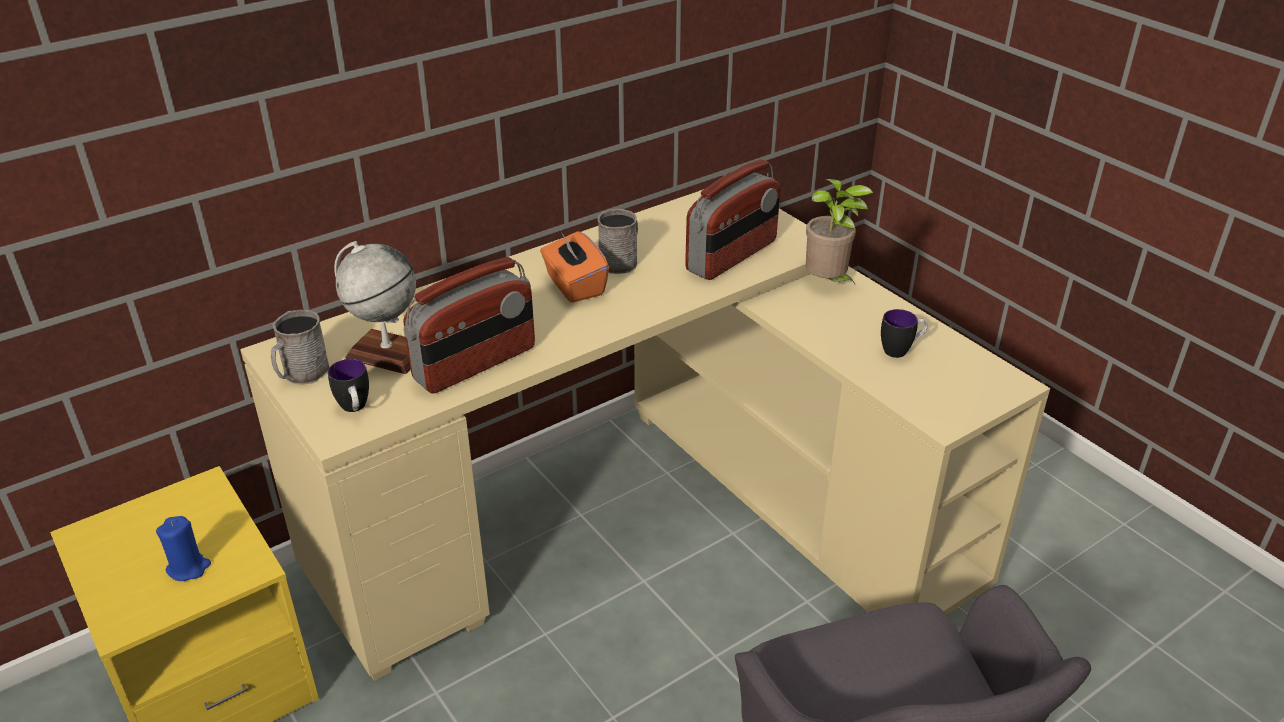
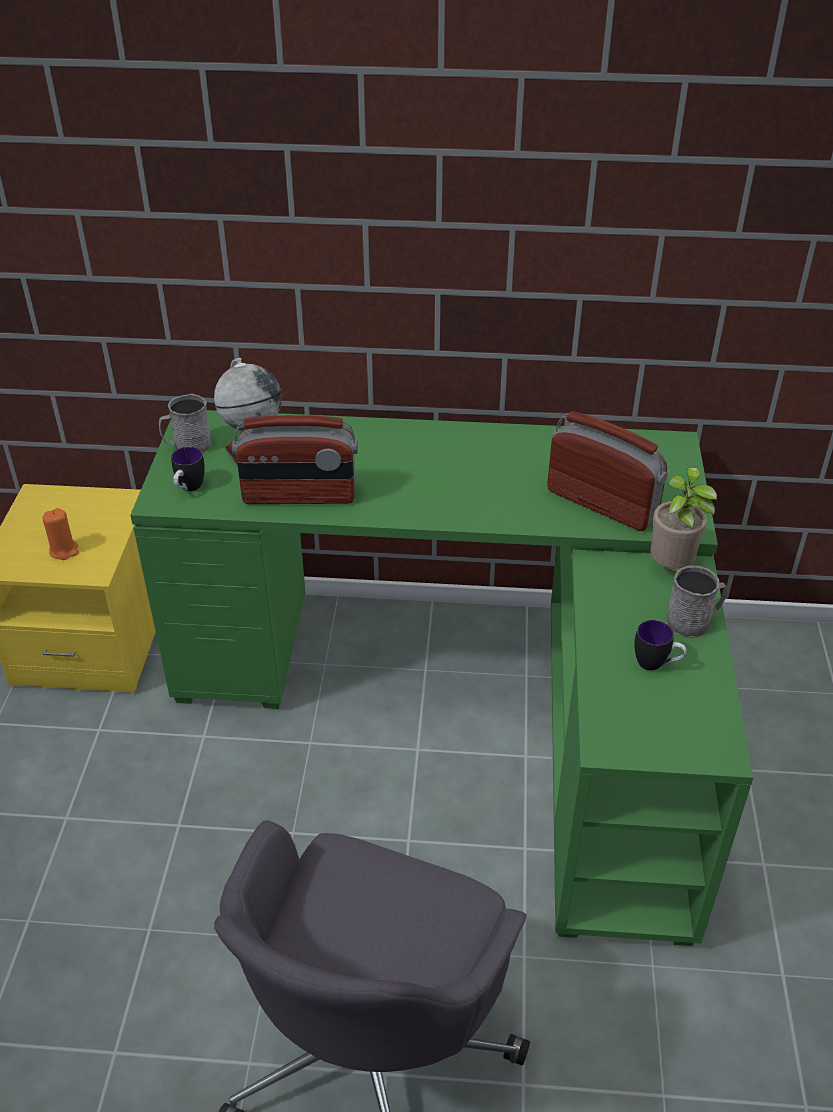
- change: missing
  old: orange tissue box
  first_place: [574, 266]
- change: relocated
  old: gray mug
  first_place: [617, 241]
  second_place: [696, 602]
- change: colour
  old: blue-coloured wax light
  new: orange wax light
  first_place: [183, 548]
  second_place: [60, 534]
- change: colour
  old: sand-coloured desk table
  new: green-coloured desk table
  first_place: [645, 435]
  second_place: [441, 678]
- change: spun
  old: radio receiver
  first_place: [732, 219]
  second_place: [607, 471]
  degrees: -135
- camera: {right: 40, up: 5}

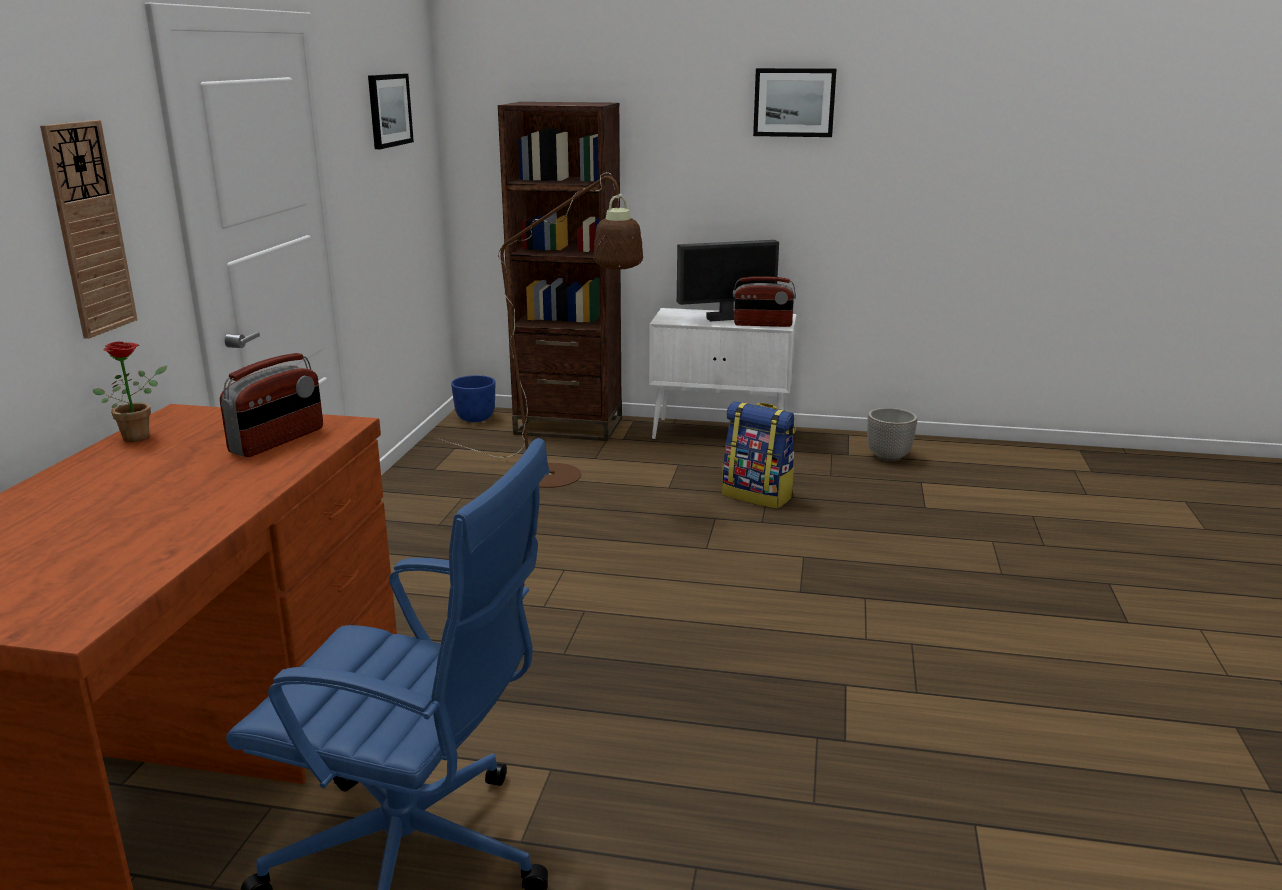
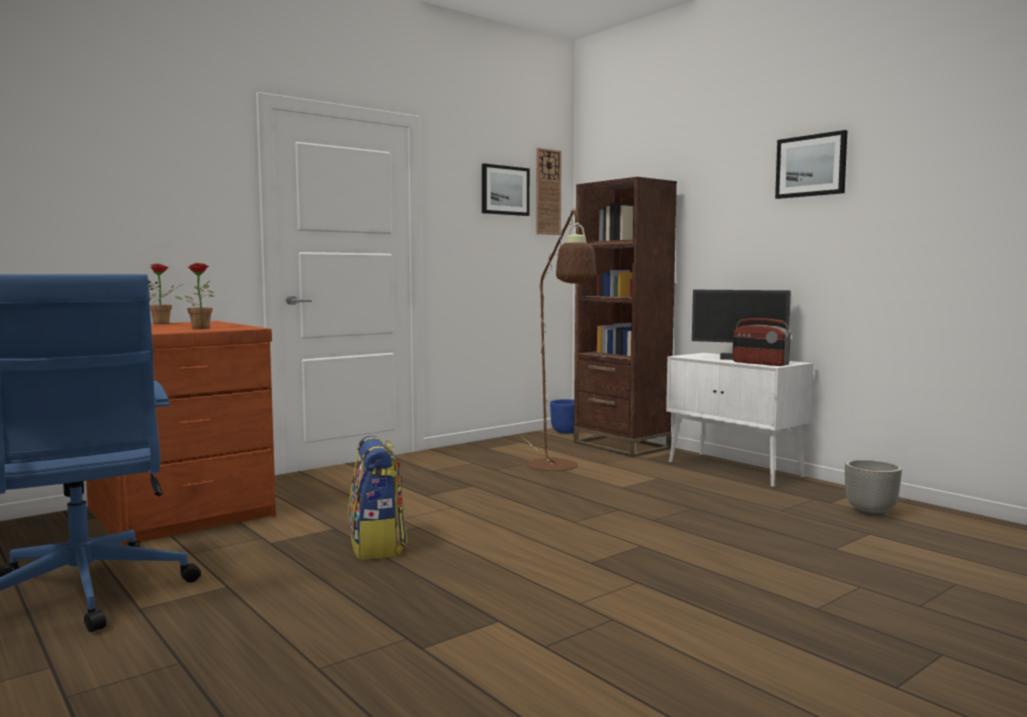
- change: relocated
  old: wall clock
  first_place: [89, 229]
  second_place: [549, 191]
- change: relocated
  old: backpack
  first_place: [759, 455]
  second_place: [377, 498]
- change: exchanged
  old: radio receiver
  new: houseplant
  first_place: [271, 405]
  second_place: [195, 296]
- camera: {right: 40, up: -15}

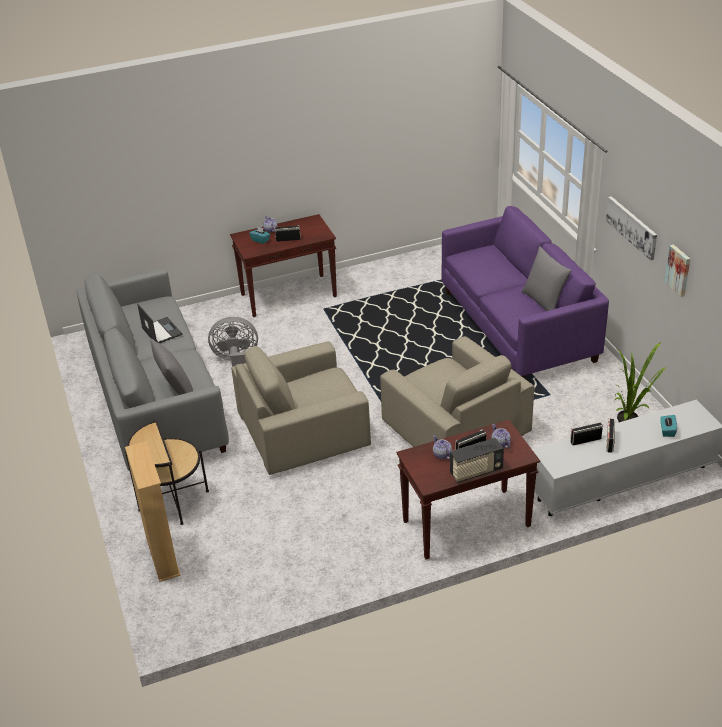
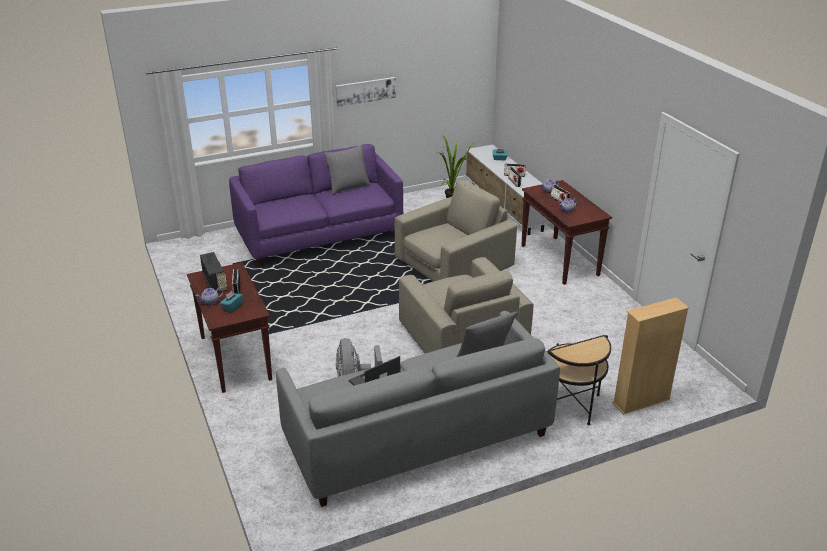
- change: missing
  old: wall art
  first_place: [677, 271]
- change: relocated
  old: radio receiver
  first_place: [477, 460]
  second_place: [213, 272]
- camera: {right: -95, up: -5}

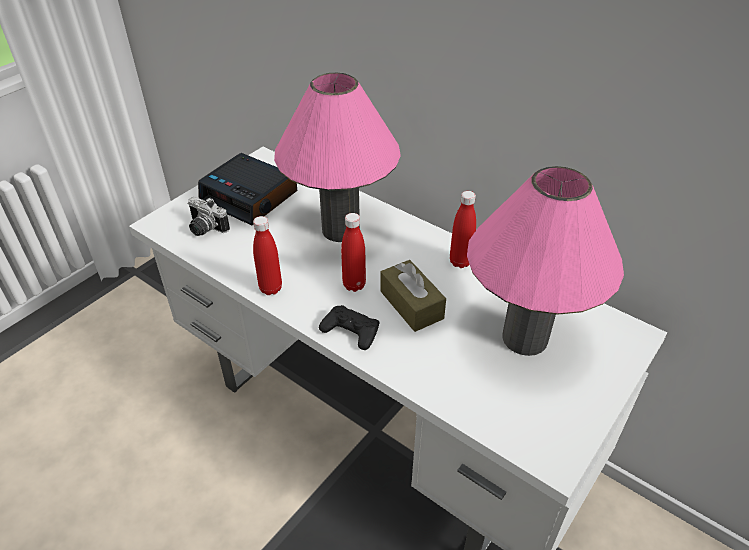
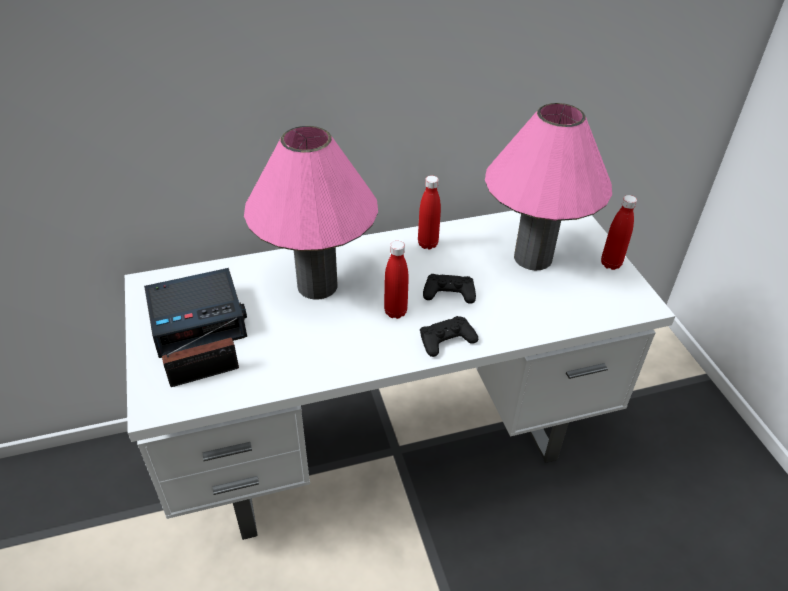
- change: relocated
  old: red bottle
  first_place: [267, 255]
  second_place: [619, 232]
- change: exchanged
  old: photo camera
  new: radio receiver
  first_place: [209, 216]
  second_place: [200, 352]
- change: exchanged
  old: brownish tissue box
  new: black game controller
  first_place: [413, 296]
  second_place: [449, 289]
- camera: {right: -55, up: 0}

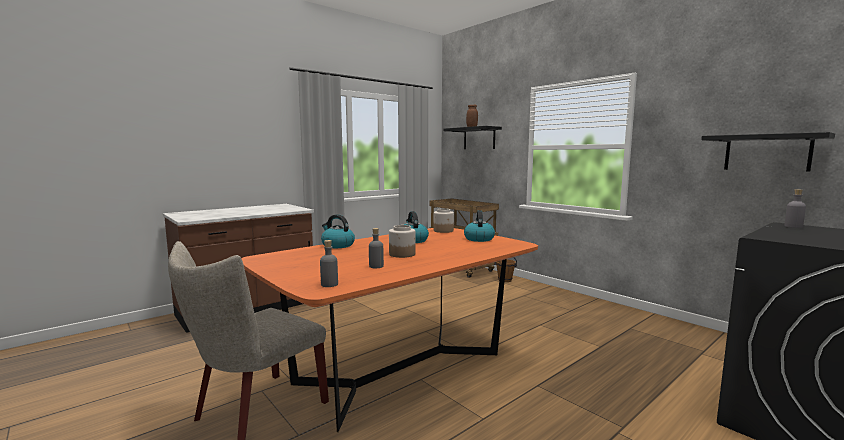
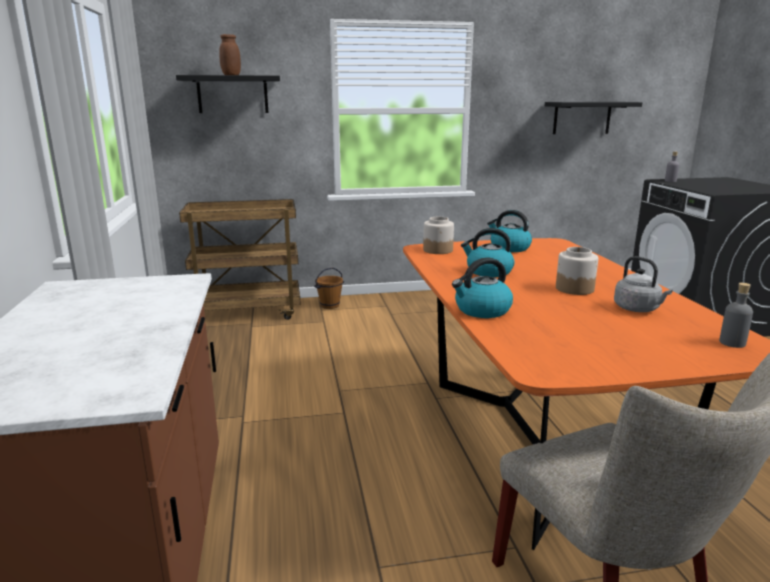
- change: exchanged
  old: gray bottle
  new: gray tea kettle
  first_place: [376, 248]
  second_place: [643, 284]
- camera: {right: -60, up: 10}

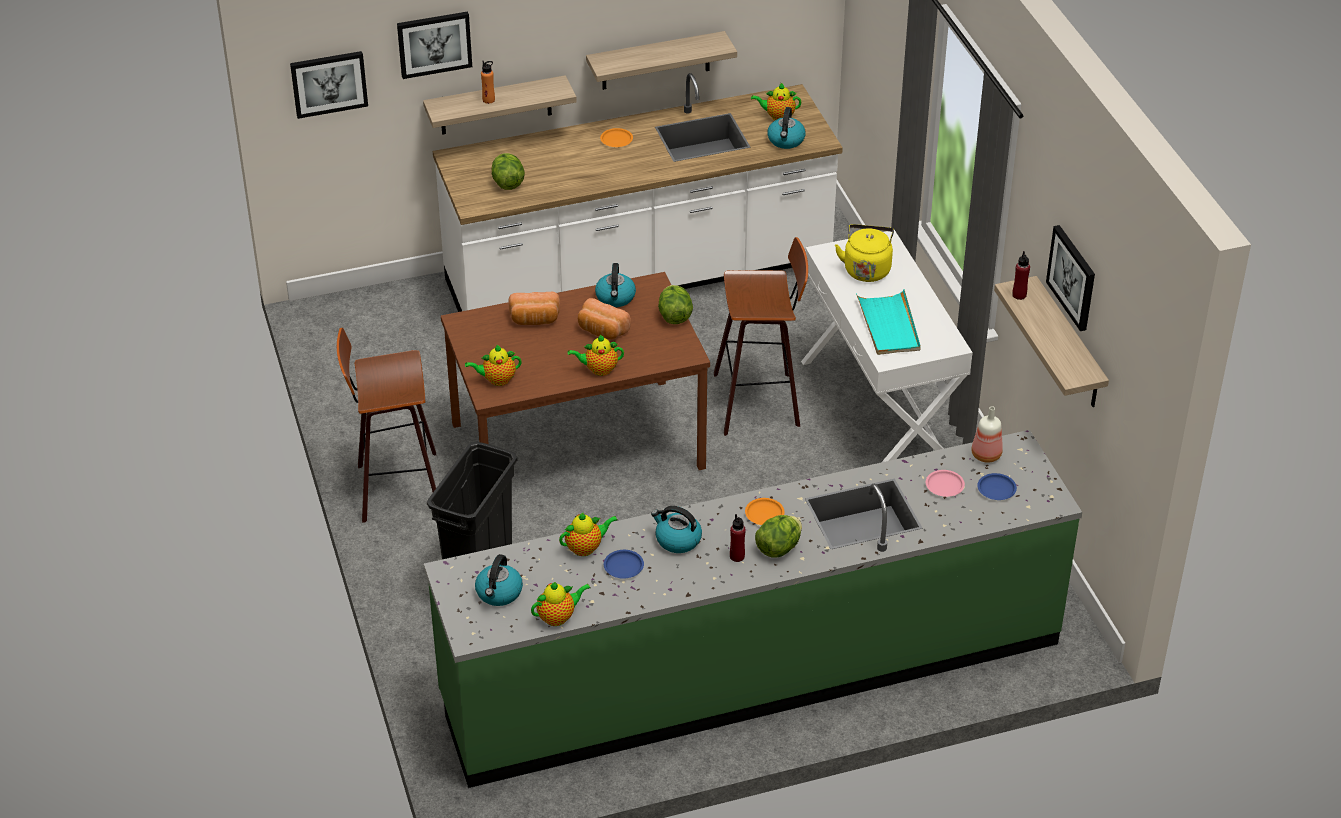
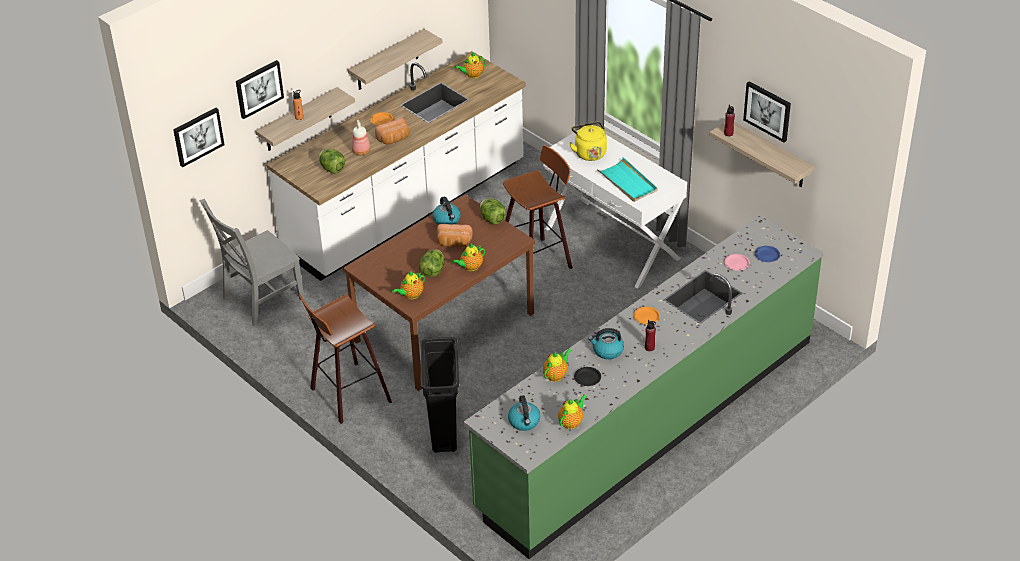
- change: missing
  old: tea kettle
  first_place: [786, 128]
- change: appeared
  new: gray chair
  second_place: [252, 263]
- change: relocated
  old: baked bread
  first_place: [534, 308]
  second_place: [392, 131]
- change: relocated
  old: head of lettuce
  first_place: [778, 536]
  second_place: [432, 263]
- change: relocated
  old: bottle
  first_place: [987, 434]
  second_place: [361, 137]
- change: colour
  old: blue-coloured flat dish
  new: black flat dish
  first_place: [624, 564]
  second_place: [587, 376]
- camera: {right: -25, up: 0}

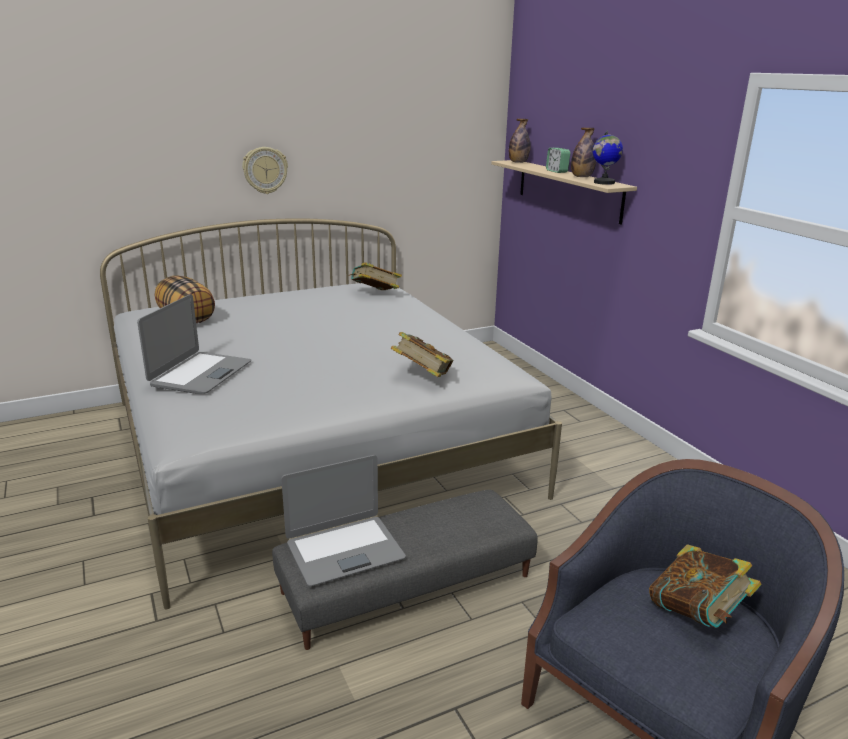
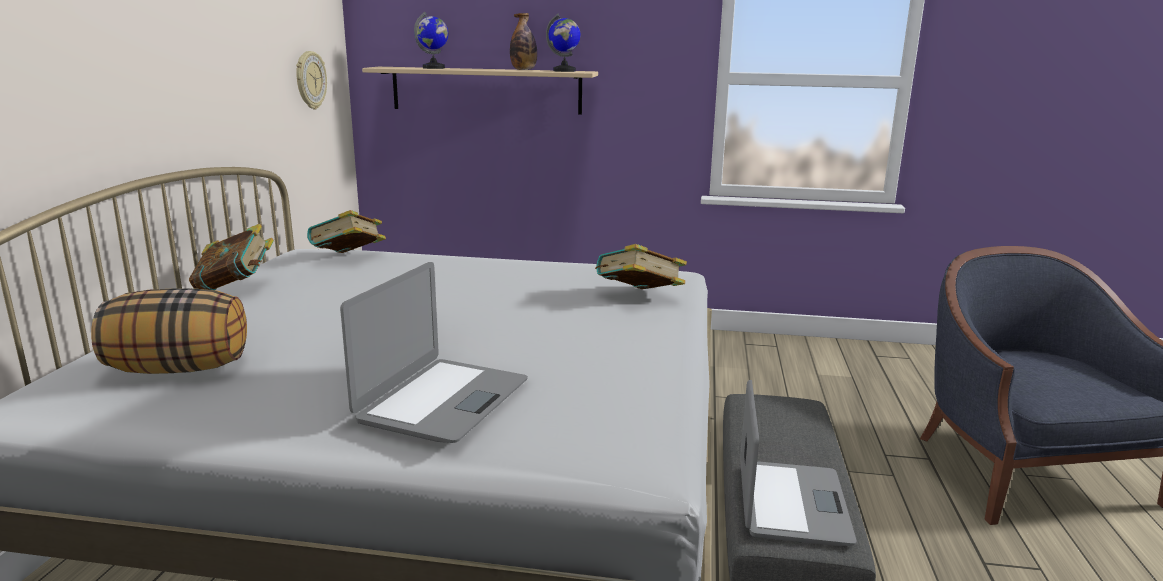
- change: missing
  old: bottle
  first_place: [520, 141]
- change: missing
  old: bedside clock
  first_place: [558, 160]
- change: appeared
  new: globe
  second_place: [431, 40]
- change: relocated
  old: wall clock
  first_place: [265, 170]
  second_place: [311, 80]
- change: relocated
  old: bound book
  first_place: [705, 586]
  second_place: [231, 257]
- change: spun
  old: notebook computer
  first_place: [194, 344]
  second_place: [434, 352]
  degrees: 60
- camera: {right: -55, up: -5}

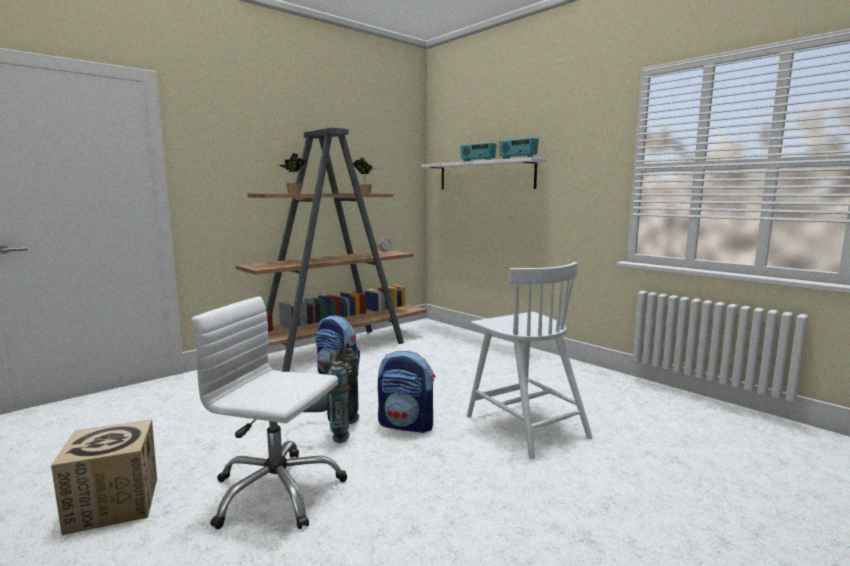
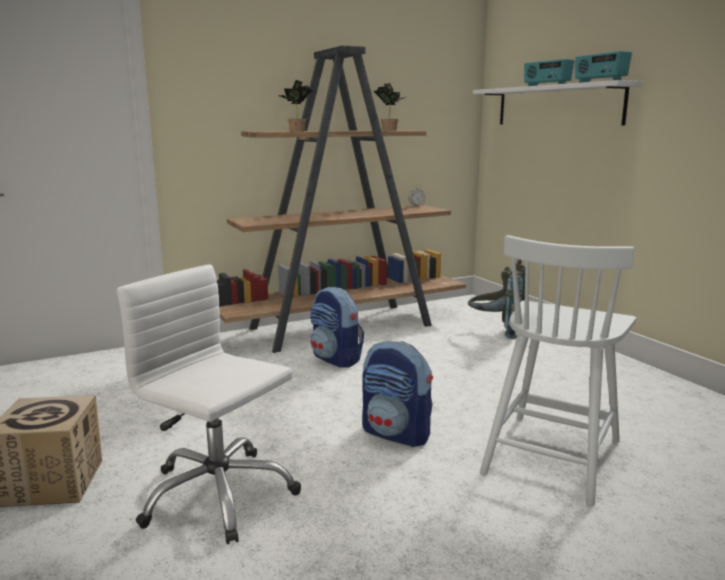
- change: relocated
  old: gray backpack
  first_place: [331, 392]
  second_place: [496, 299]
- change: spun
  old: white-coloured chair
  first_place: [530, 360]
  second_place: [558, 370]
  degrees: 45
- camera: {right: 15, up: 5}

